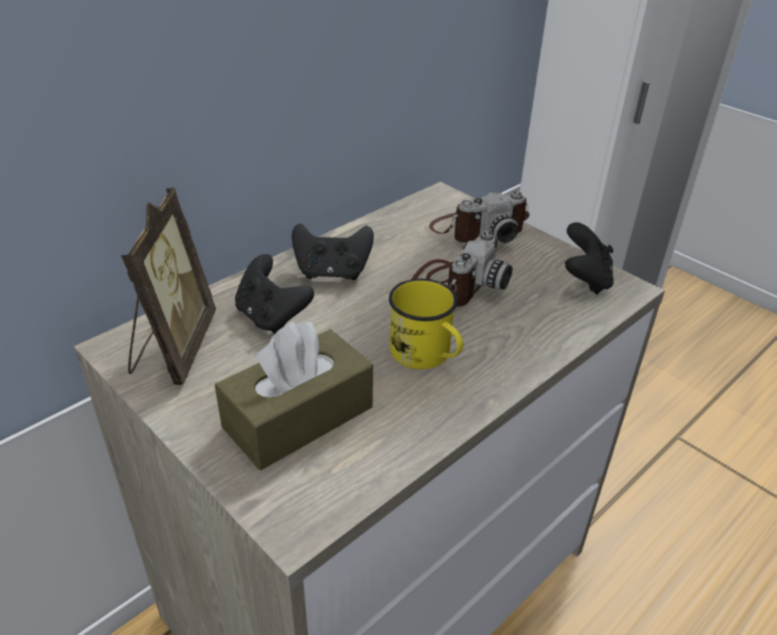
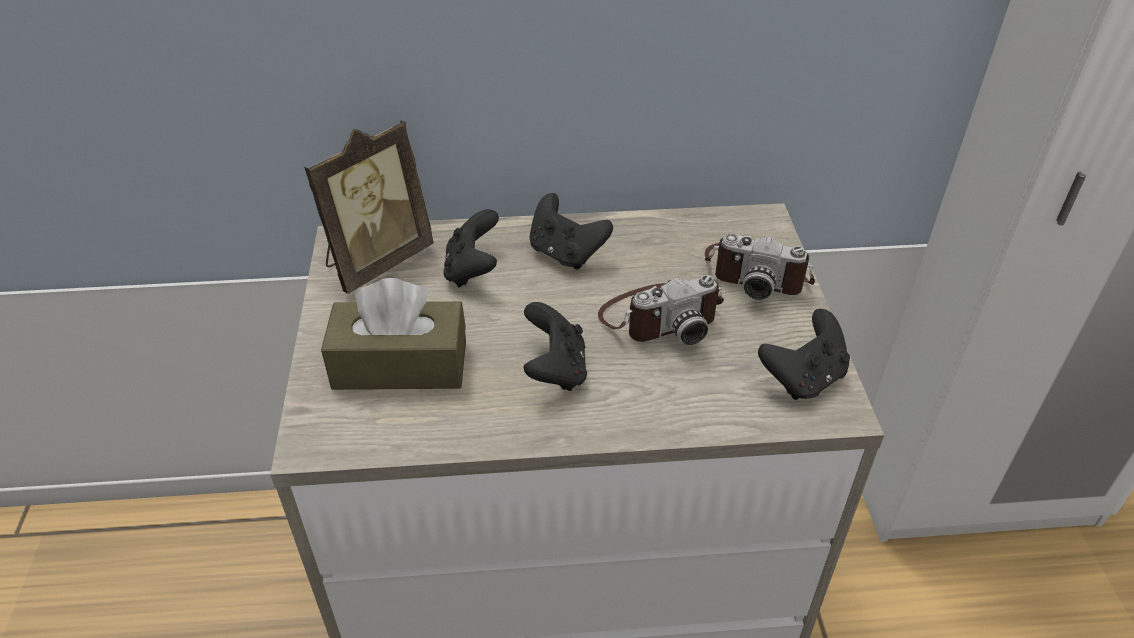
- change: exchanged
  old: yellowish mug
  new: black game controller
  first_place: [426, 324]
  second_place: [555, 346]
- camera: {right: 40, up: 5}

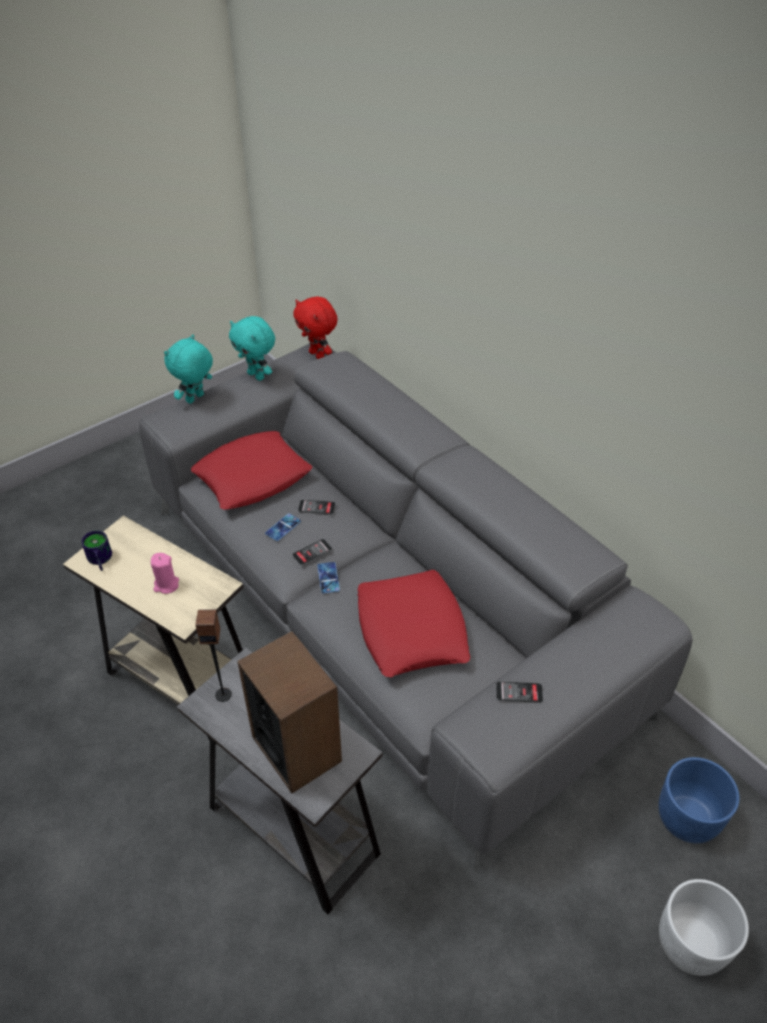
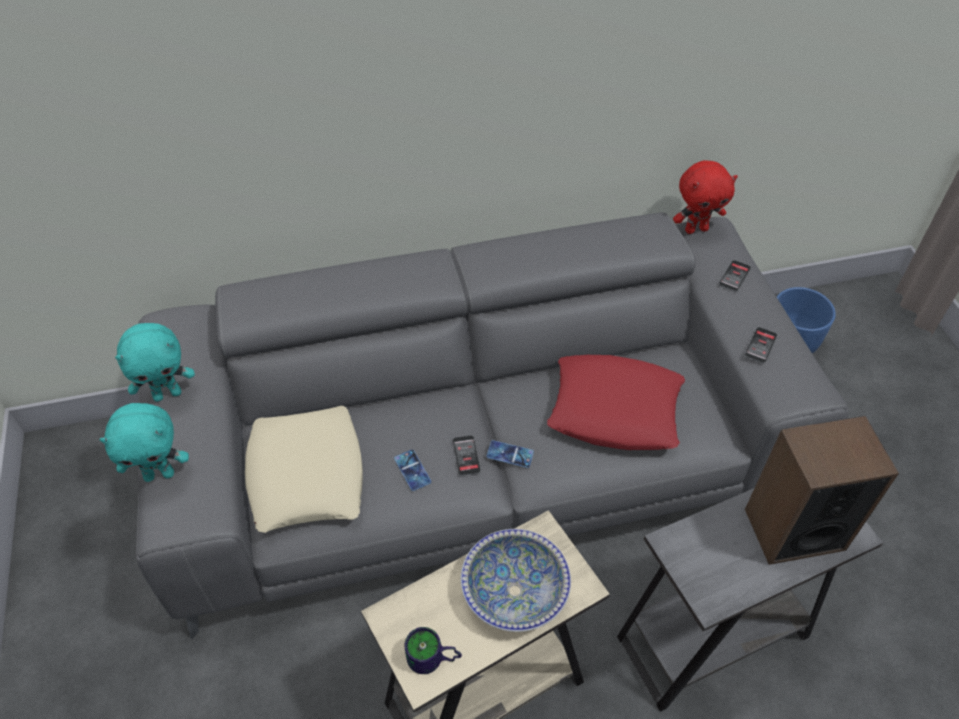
- change: missing
  old: loudspeaker
  first_place: [213, 655]
- change: missing
  old: white-coloured plant pot
  first_place: [704, 927]
- change: relocated
  old: red cuddly toy
  first_place: [315, 327]
  second_place: [705, 197]
- change: relocated
  old: phone
  first_place: [317, 507]
  second_place: [734, 276]
- change: exchanged
  old: pinkish wax light
  new: serving bowl
  first_place: [165, 573]
  second_place: [516, 580]
- change: colour
  old: red pillow
  new: sand-coloured pillow
  first_place: [251, 470]
  second_place: [304, 469]
- change: spun
  old: turquoise cuddly toy
  first_place: [188, 369]
  second_place: [144, 442]
  degrees: -75
- camera: {right: -65, up: 5}

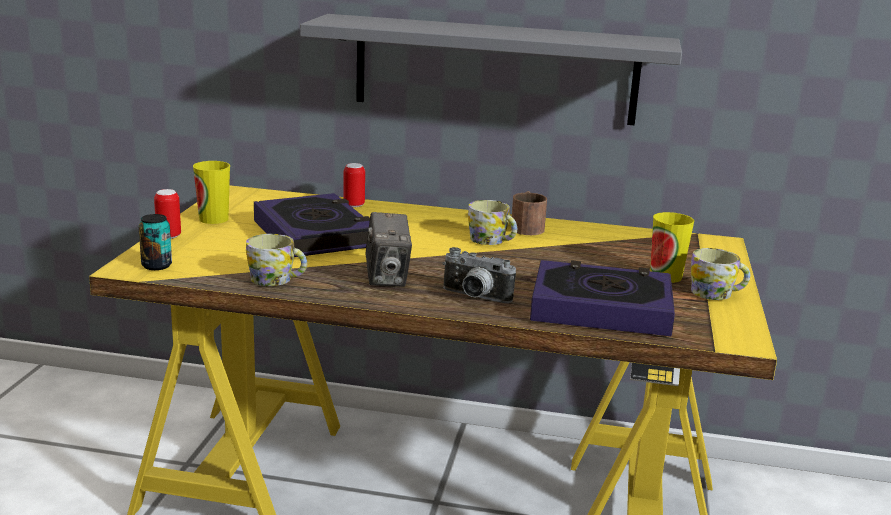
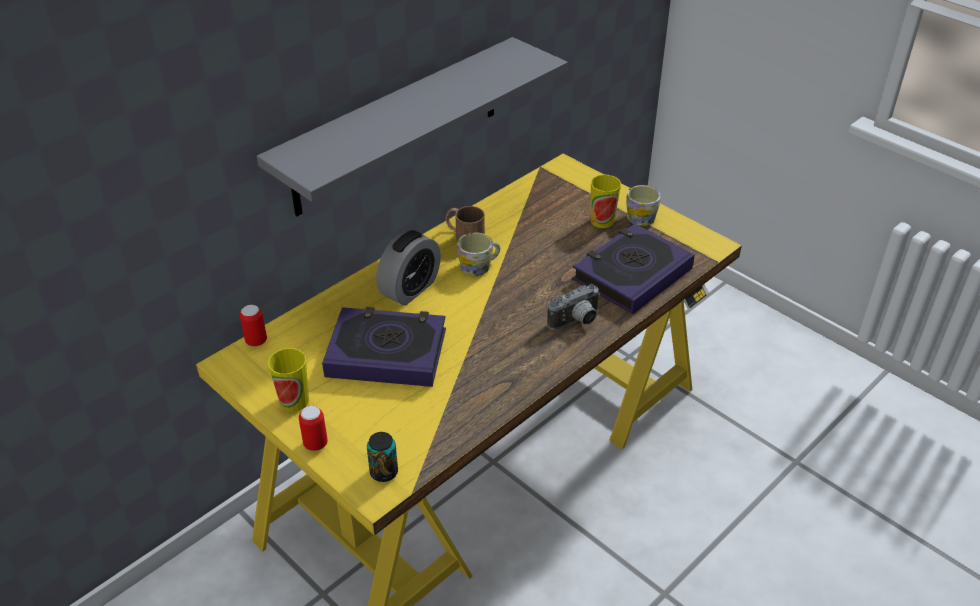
- change: missing
  old: mug
  first_place: [276, 260]
- change: missing
  old: photo camera
  first_place: [388, 249]
- change: appeared
  new: bedside clock
  second_place: [408, 267]
- change: relocated
  old: sealed can
  first_place: [354, 185]
  second_place: [253, 326]
- camera: {right: -55, up: 20}

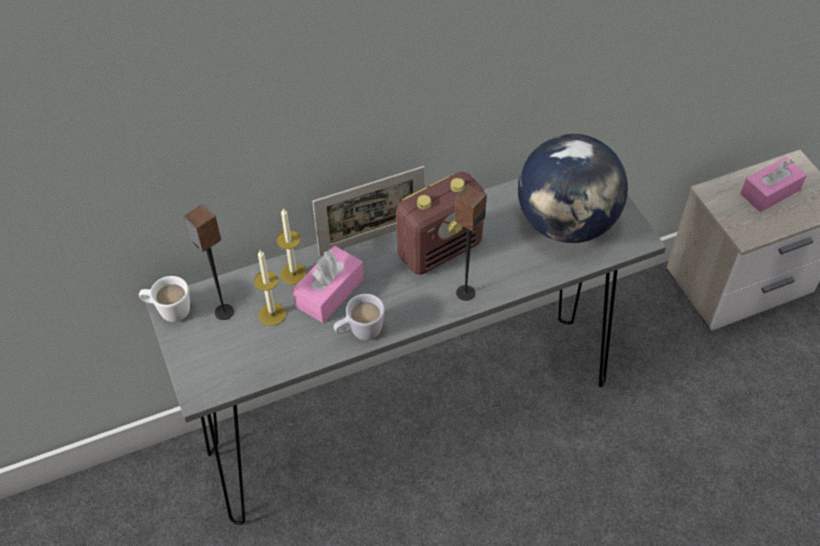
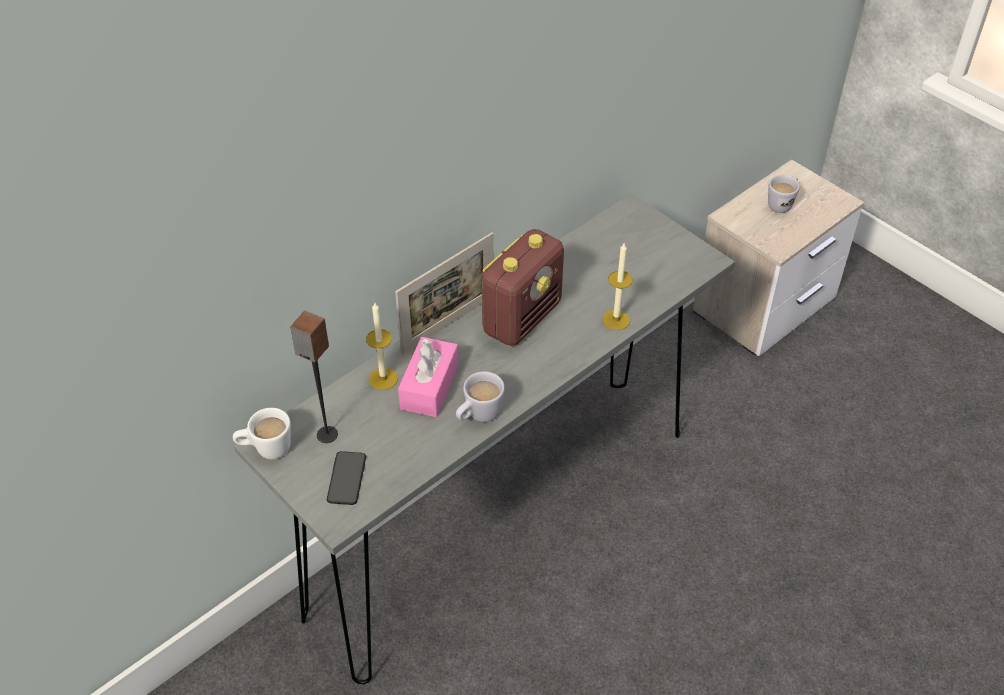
- change: missing
  old: loudspeaker
  first_place: [470, 242]
- change: missing
  old: globe
  first_place: [573, 188]
- change: appeared
  new: phone
  second_place: [346, 478]
- change: relocated
  old: wax light
  first_place: [270, 288]
  second_place: [617, 286]
- change: exchanged
  old: pinkish tissue box
  new: white-coloured mug
  first_place: [773, 184]
  second_place: [784, 194]
- camera: {right: -20, up: -5}

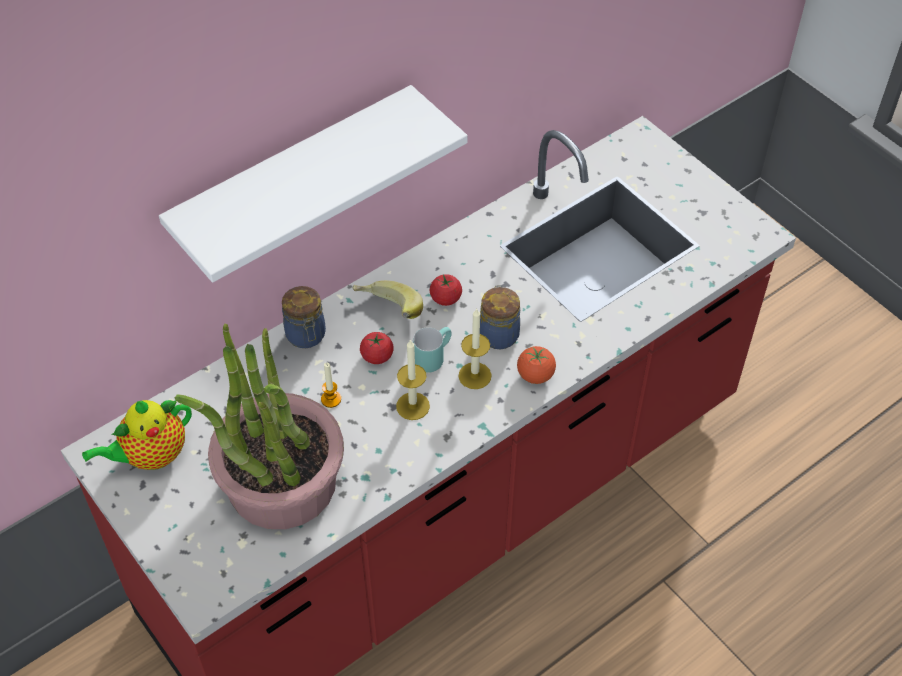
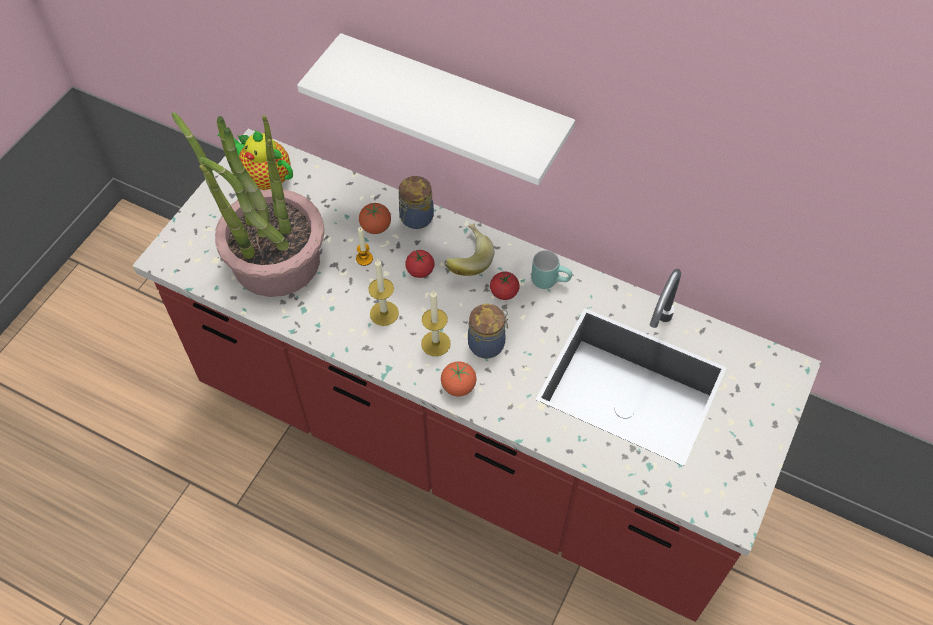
- change: appeared
  new: tomato
  second_place: [375, 218]
- change: relocated
  old: turquoise mug
  first_place: [432, 350]
  second_place: [551, 269]
- camera: {right: 65, up: 5}

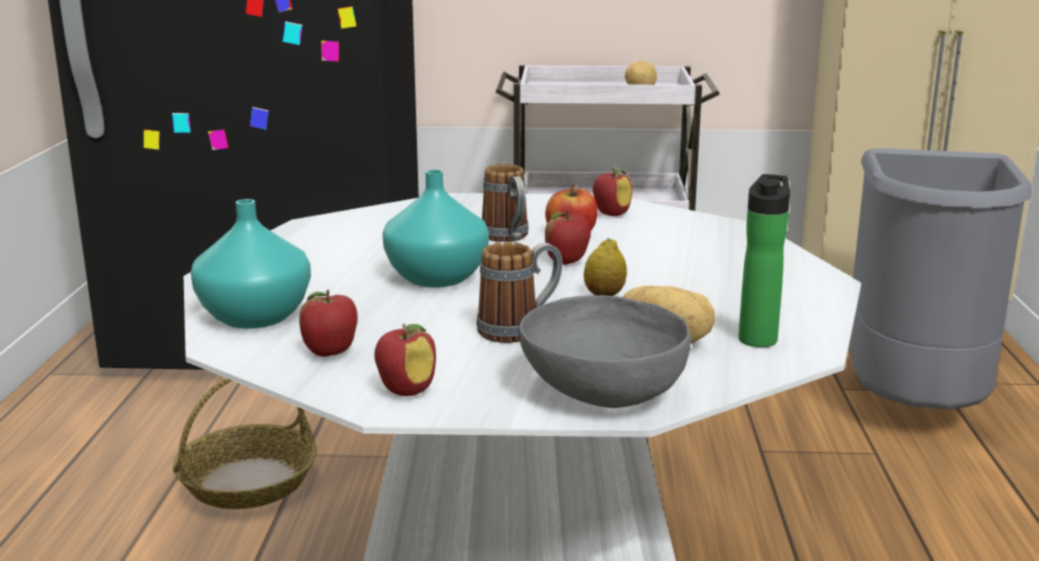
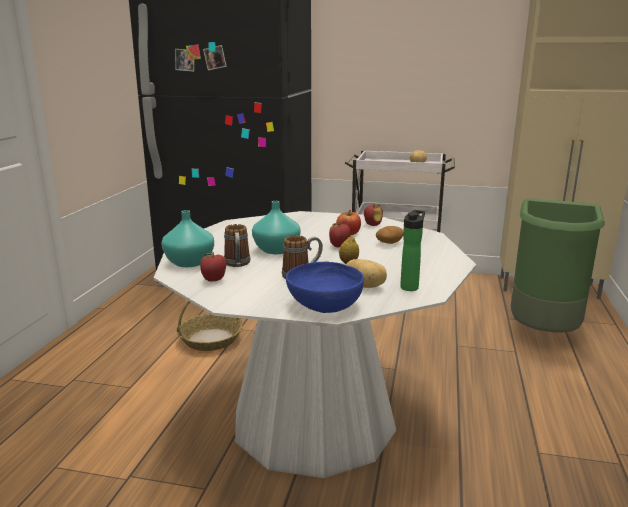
- change: missing
  old: apple fruit
  first_place: [405, 360]
- change: appeared
  new: potato
  second_place: [389, 235]
- change: relocated
  old: mug
  first_place: [505, 203]
  second_place: [237, 245]
- change: colour
  old: gray serving bowl
  new: blue-coloured serving bowl
  first_place: [605, 351]
  second_place: [325, 287]
- change: colour
  old: gray rubbish bin
  new: green-coloured rubbish bin
  first_place: [940, 278]
  second_place: [558, 265]
- camera: {right: 10, up: 0}

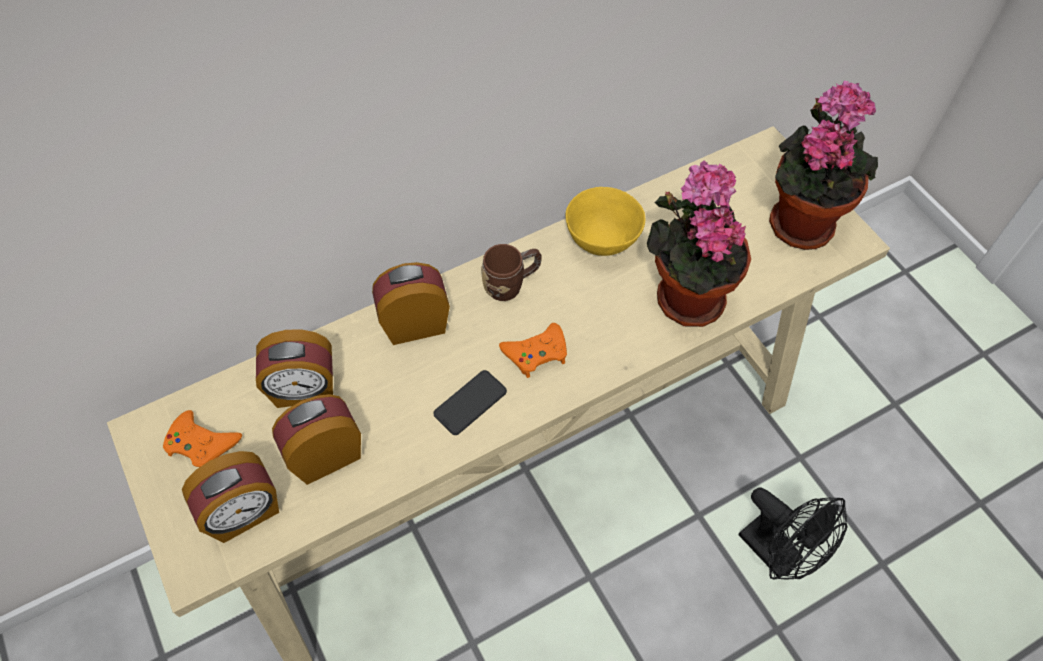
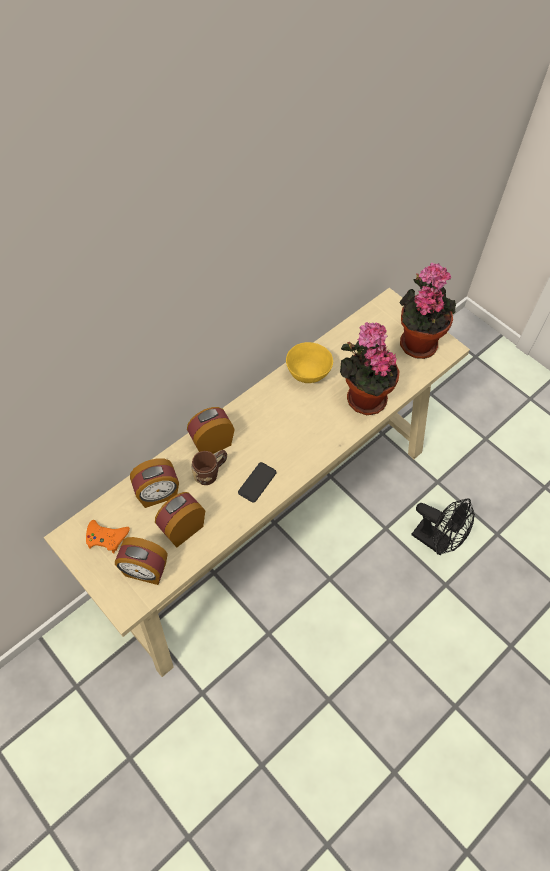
- change: missing
  old: orange game controller
  first_place: [533, 350]
- change: relocated
  old: brownish mug
  first_place: [511, 272]
  second_place: [209, 467]
- change: spun
  old: bedside clock
  first_place: [230, 497]
  second_place: [141, 561]
  degrees: 60
- camera: {right: -15, up: 0}

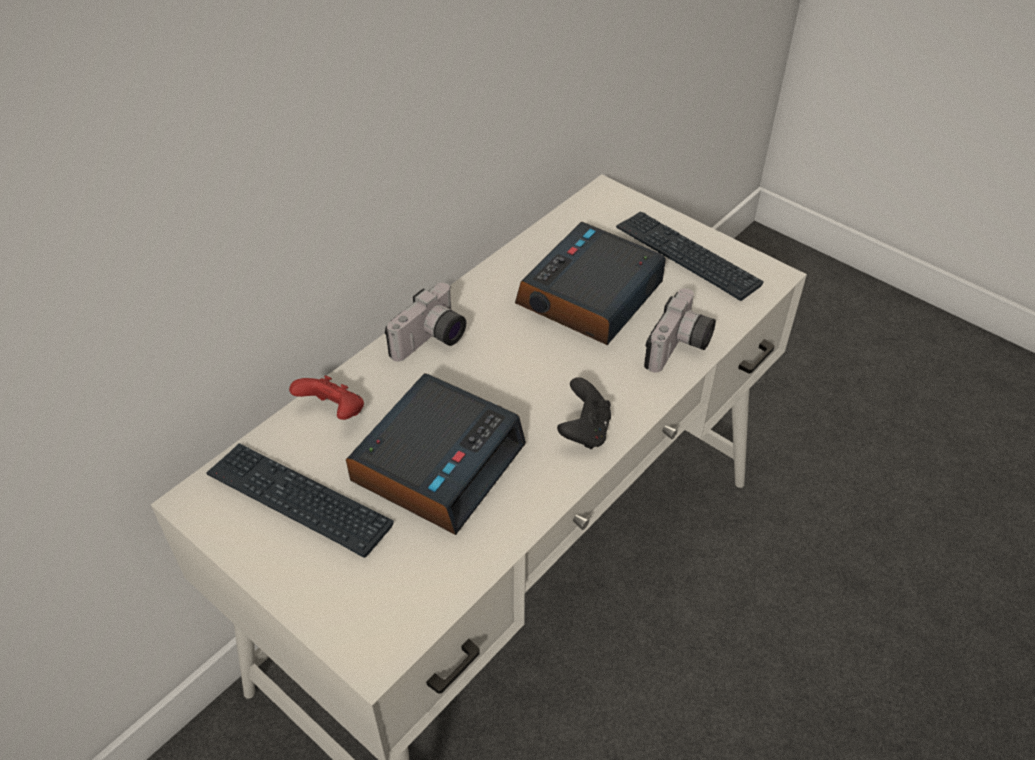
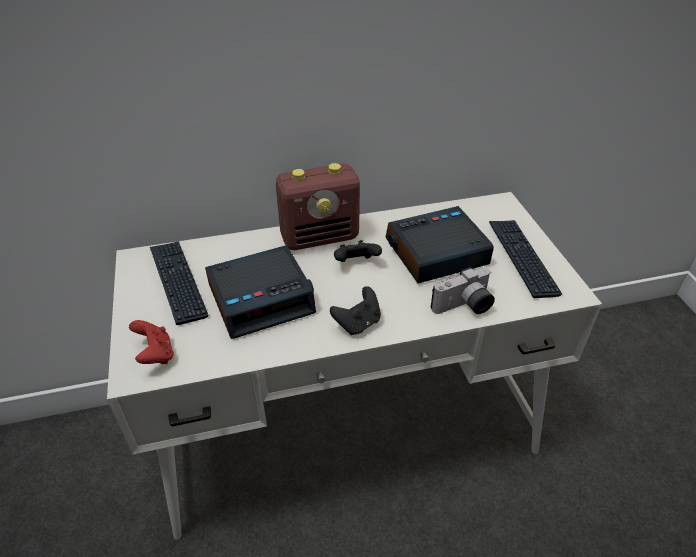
- change: appeared
  new: black game controller
  second_place: [358, 251]
- change: relocated
  old: red game controller
  first_place: [326, 397]
  second_place: [151, 342]
- change: exchanged
  old: photo camera
  new: radio receiver
  first_place: [425, 322]
  second_place: [318, 206]
- camera: {right: 35, up: -5}

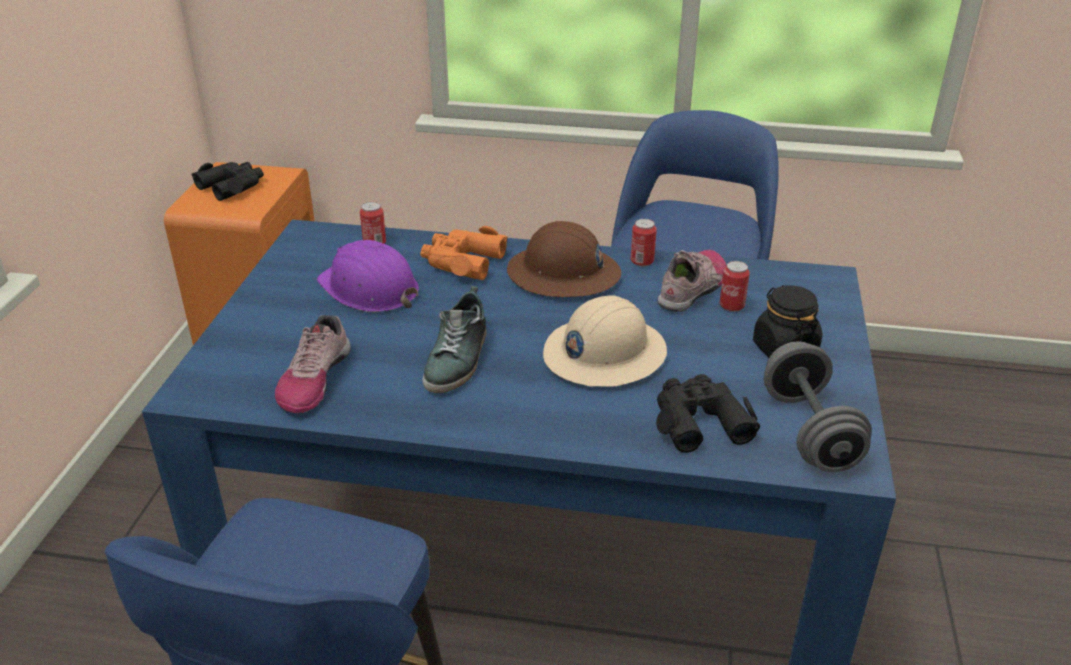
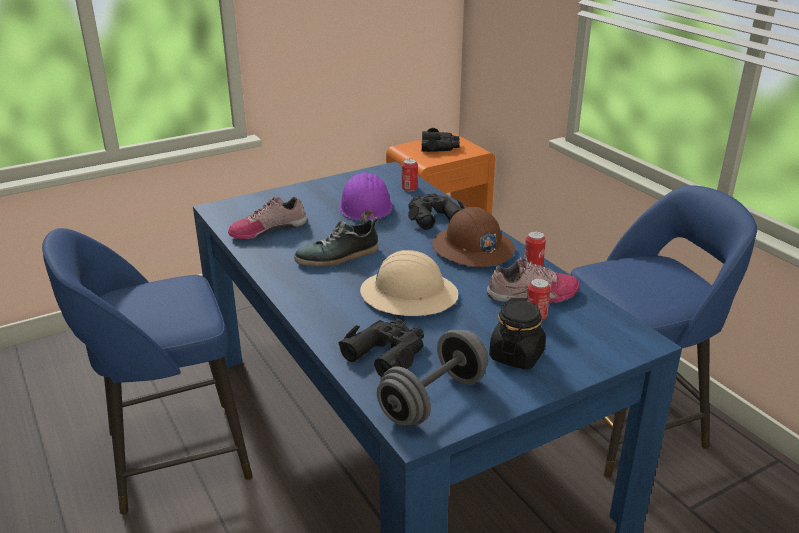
- change: colour
  old: orange pair of binoculars
  new: black pair of binoculars
  first_place: [464, 253]
  second_place: [436, 211]
- camera: {right: 50, up: -5}

